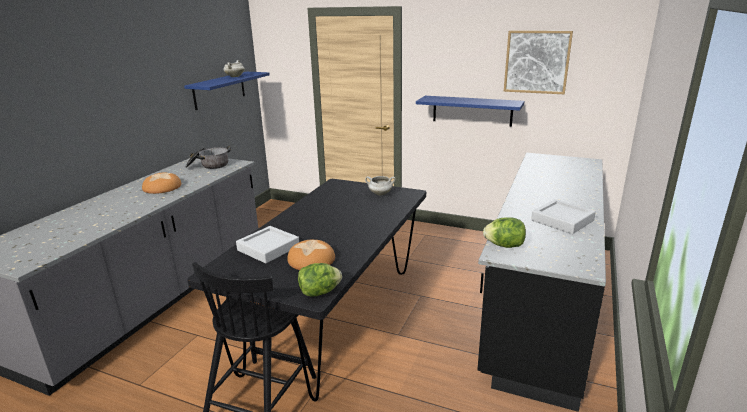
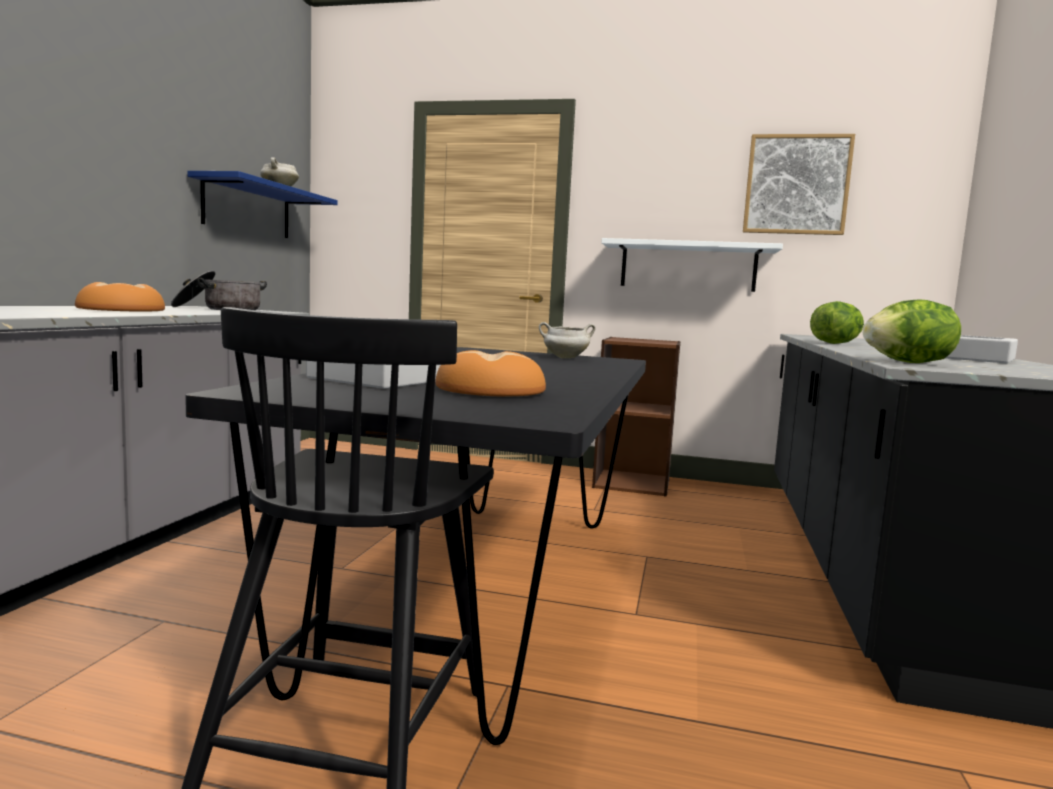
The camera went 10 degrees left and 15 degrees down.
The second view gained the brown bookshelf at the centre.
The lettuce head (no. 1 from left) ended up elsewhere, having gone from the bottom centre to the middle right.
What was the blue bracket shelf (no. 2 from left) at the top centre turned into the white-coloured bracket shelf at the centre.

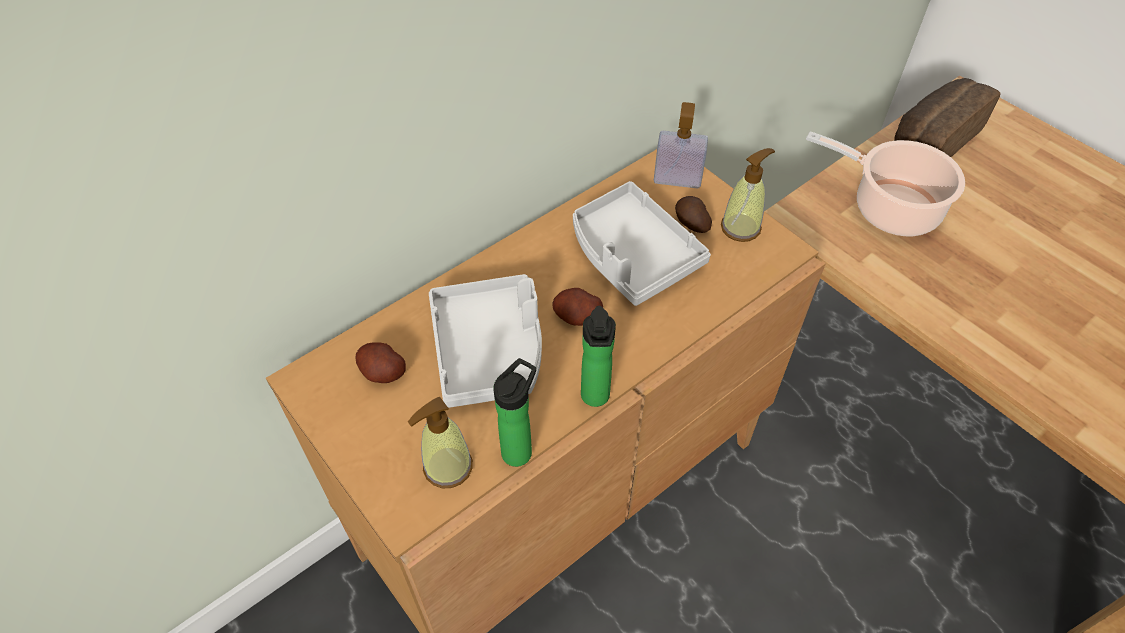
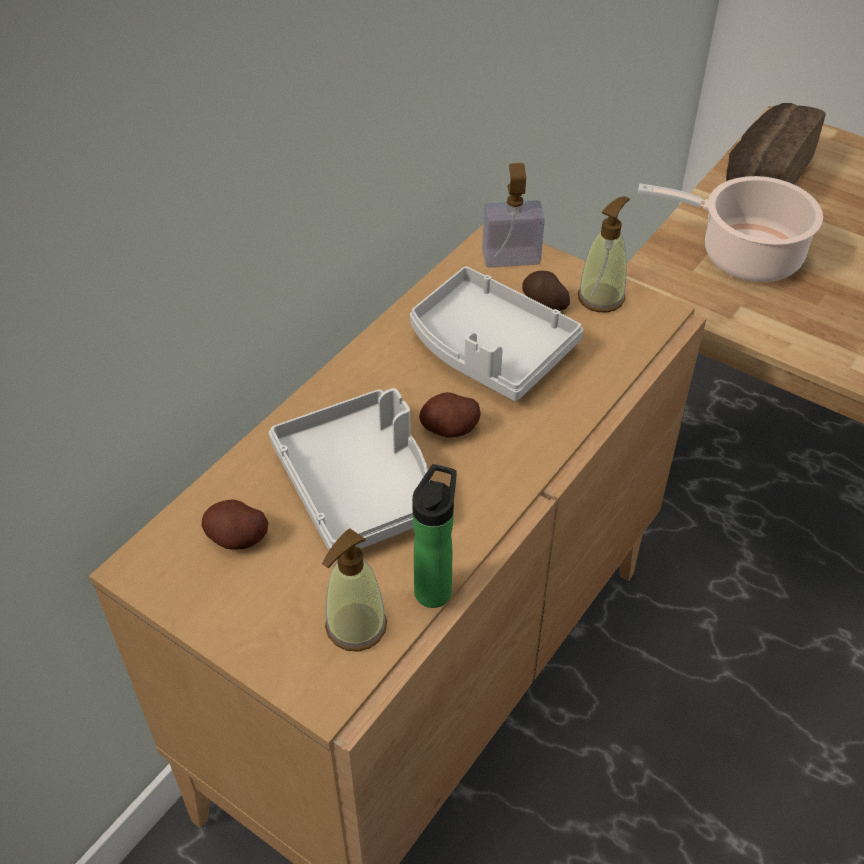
The camera went 15 degrees left and 5 degrees down.
The second view lost the drink bottle (no. 2 from left) at the centre.

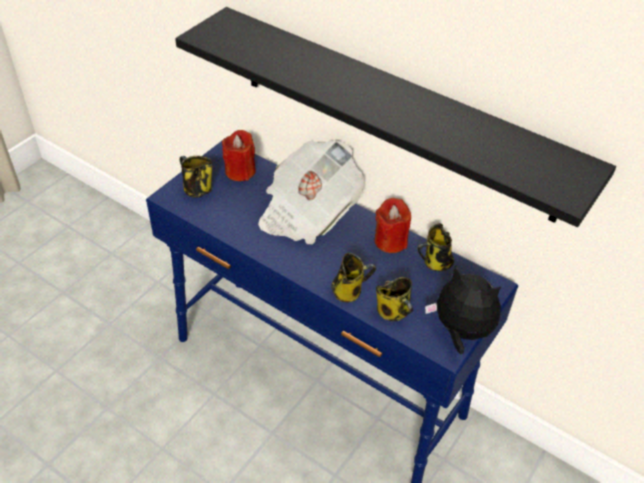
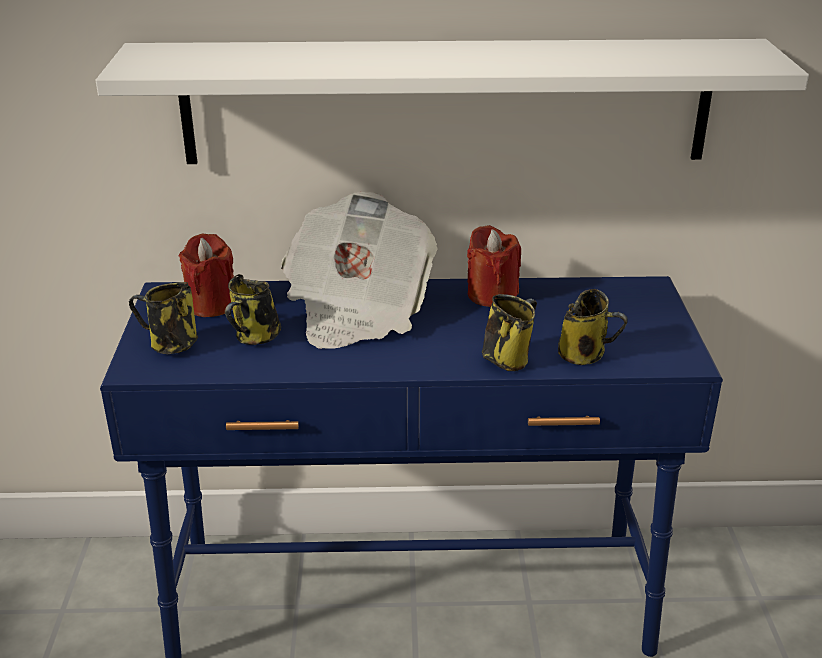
The camera went 35 degrees left and 15 degrees down.
The second view lost the plush toy at the middle right.
The coffee mug (no. 4 from left in the first image) ended up elsewhere, having gone from the middle right to the middle left.
What was the black-coloured bracket shelf at the top centre turned into the white-coloured bracket shelf at the top centre.

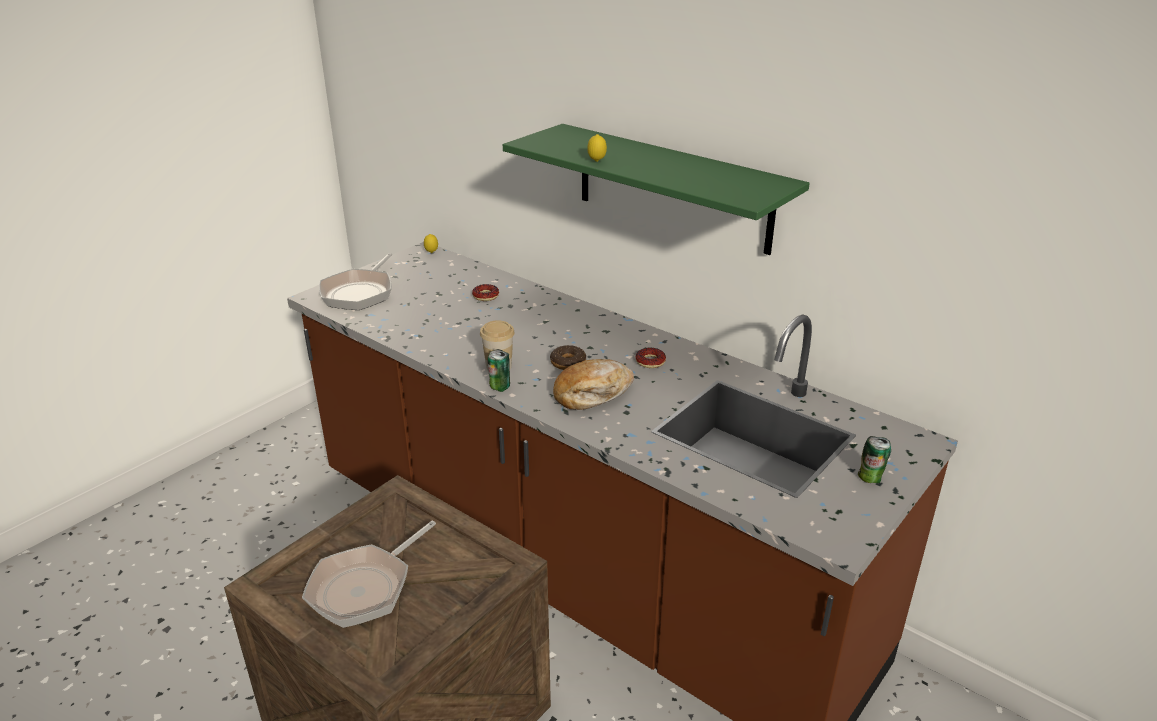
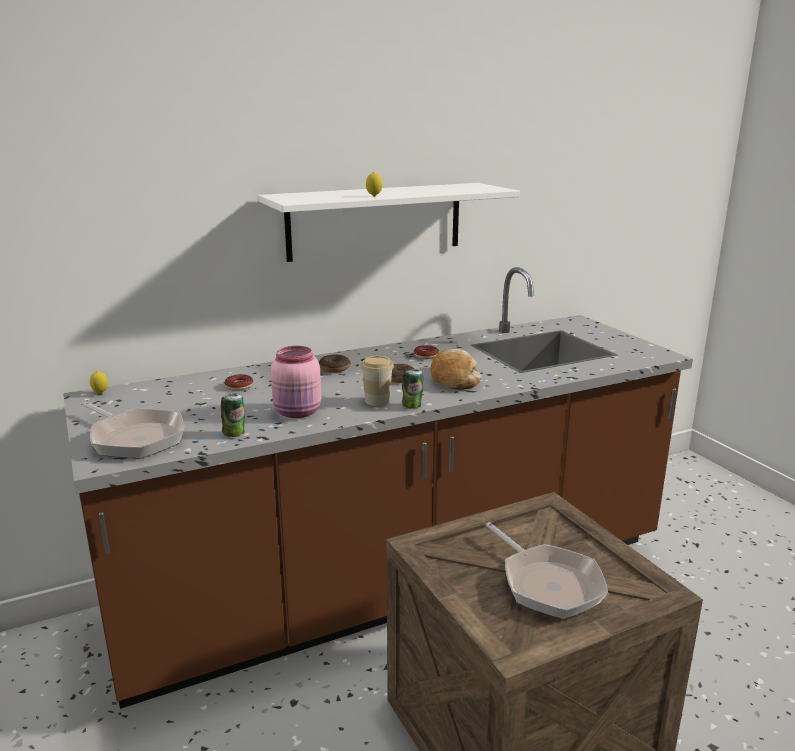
The camera went 65 degrees left and 10 degrees down.
The second view gained the pink storage jar at the centre.
The second view gained the ring doughnut (no. 2 from left) at the centre.
The sealed can (no. 2 from left in the first image) ended up elsewhere, having gone from the middle right to the middle left.
What was the green bracket shelf at the top centre turned into the white-coloured bracket shelf at the top centre.

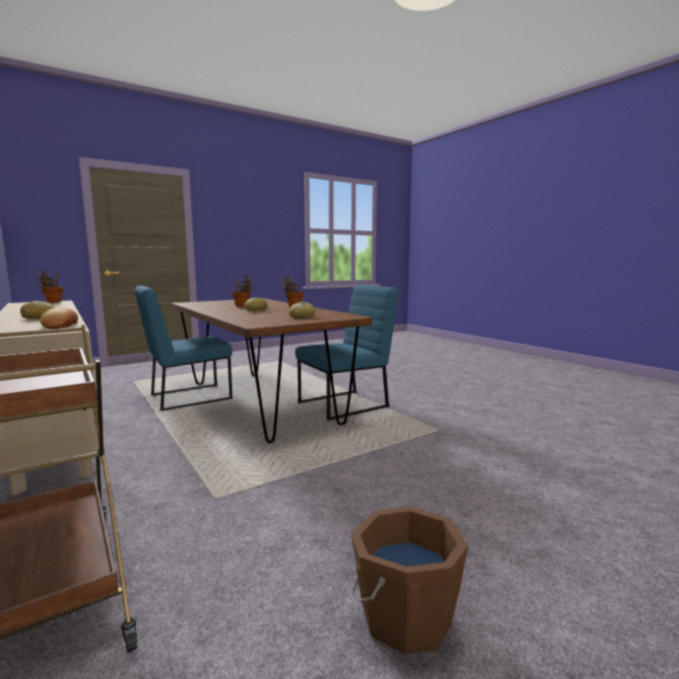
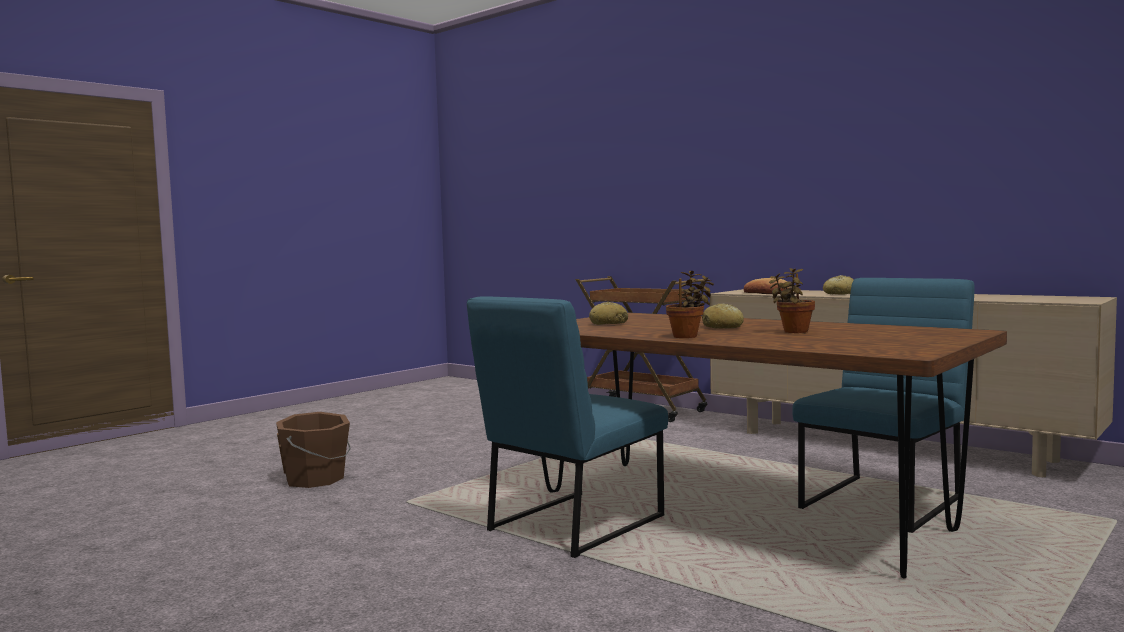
The camera went 165 degrees right and 5 degrees down.
The second view lost the houseplant (no. 1 from left) at the middle left.
The brown water bucket ended up elsewhere, having gone from the bottom centre to the bottom left.

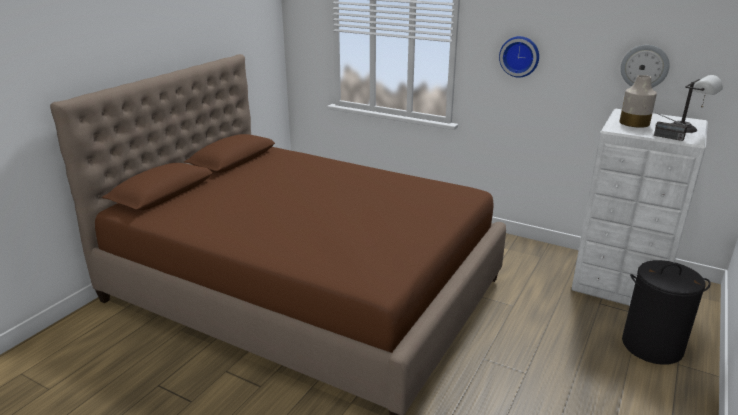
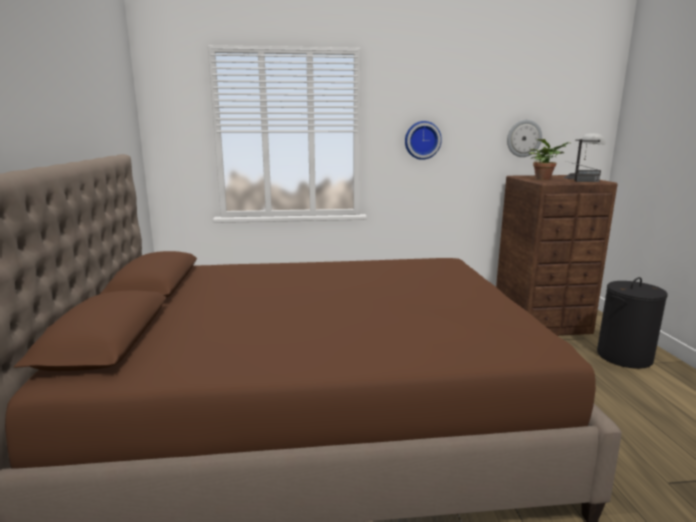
The camera went 35 degrees left and 10 degrees down.
Where the beige decorative vase stood at the top right, the houseplant came to stand at the top right.
What was the white-coloured dresser at the middle right turned into the brown dresser at the middle right.

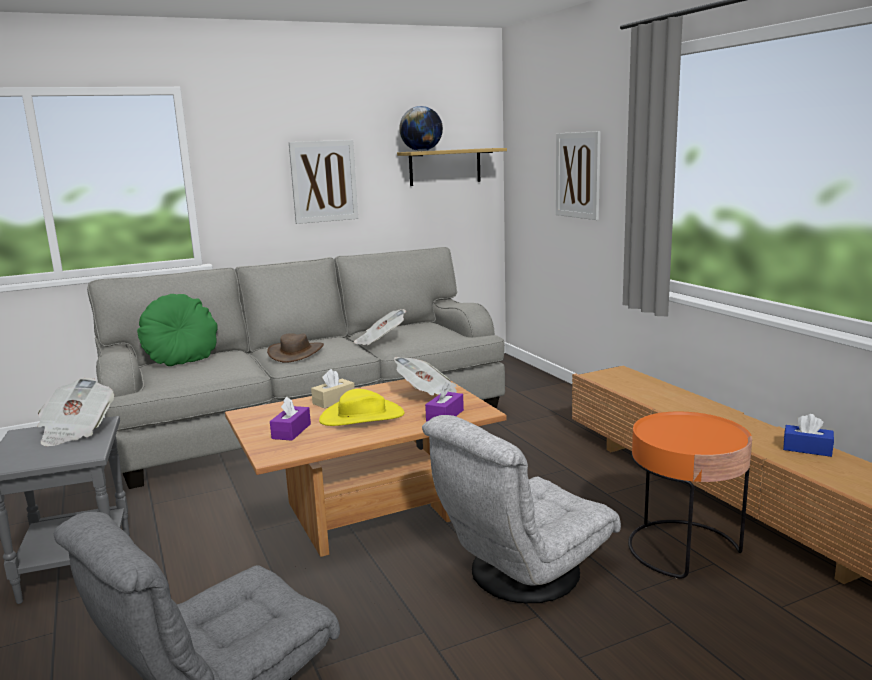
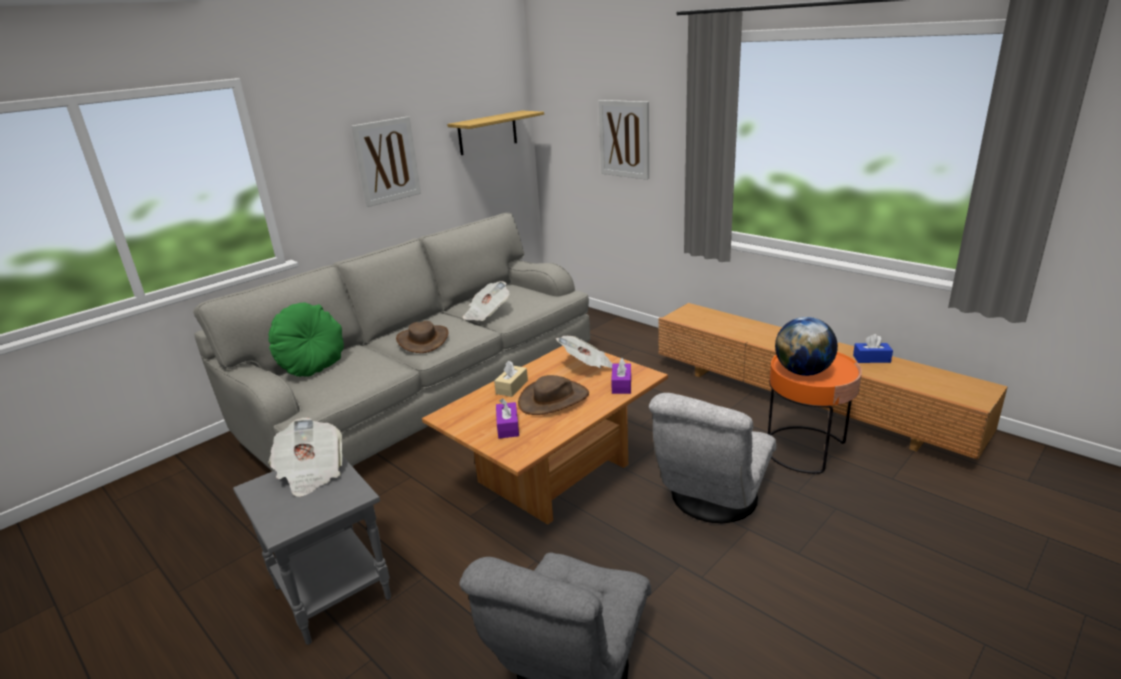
The camera went 20 degrees left and 10 degrees up.
The globe ended up elsewhere, having gone from the top centre to the middle right.
What was the yellow hat at the centre turned into the brown hat (no. 2 from left) at the centre.

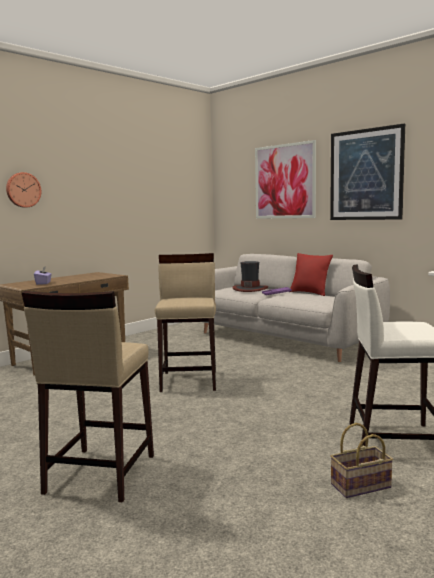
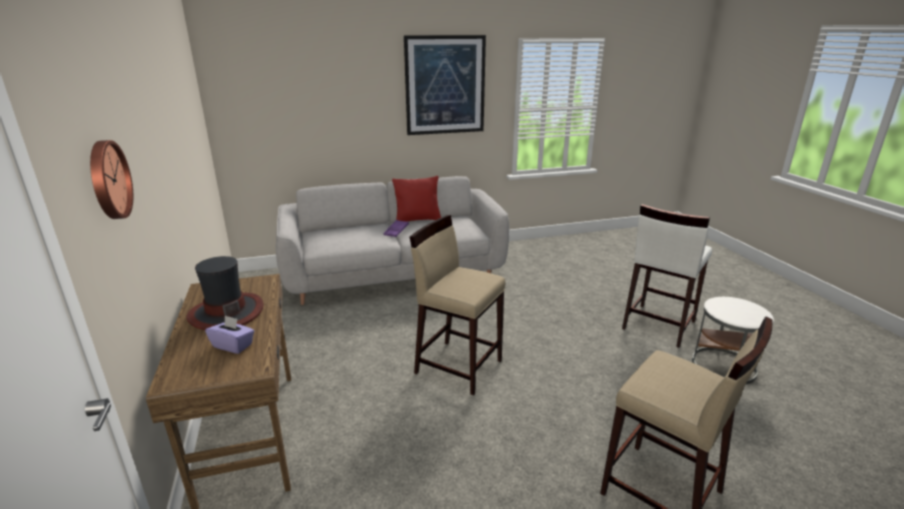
The camera went 60 degrees left and 15 degrees up.
The second view lost the wall picture (no. 1 from left) at the top centre.
The hat ended up elsewhere, having gone from the centre to the middle left.
Where the household basket stood at the bottom right, the white-coloured accent table came to stand at the bottom right.

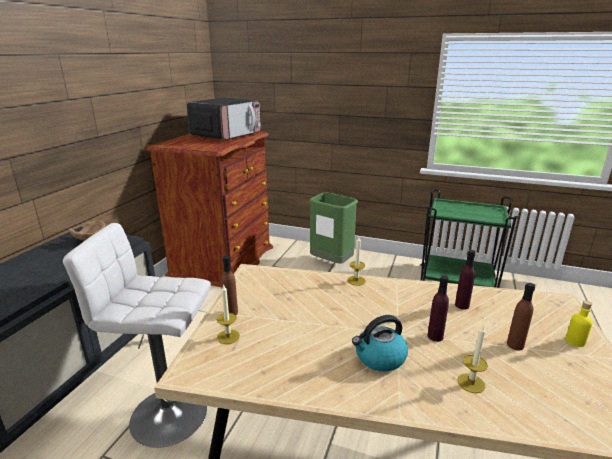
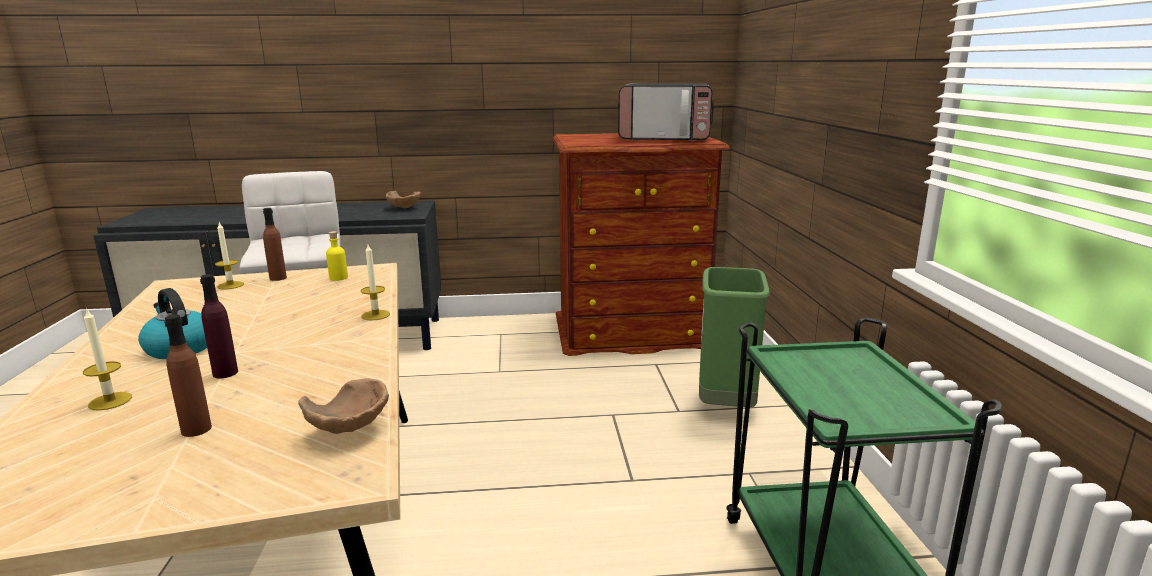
The camera went 65 degrees right and 5 degrees down.
The second view lost the purple drink bottle (no. 2 from left) at the middle right.
The second view gained the brown serving bowl (no. 1 from left) at the bottom left.
The yellow drink bottle ended up elsewhere, having gone from the bottom right to the middle left.

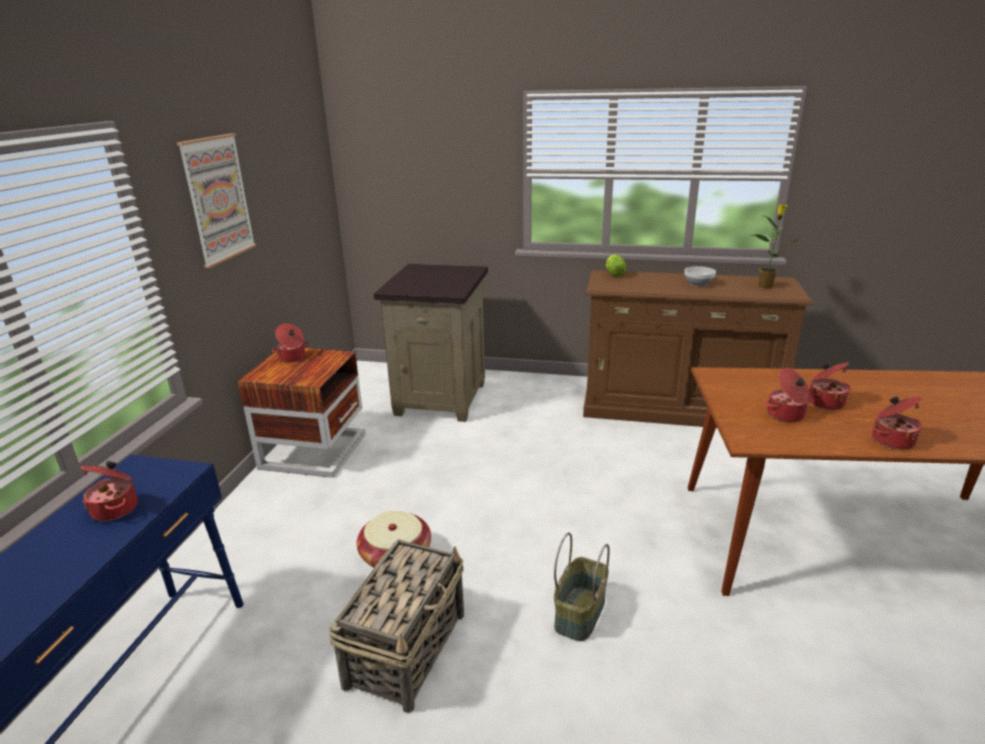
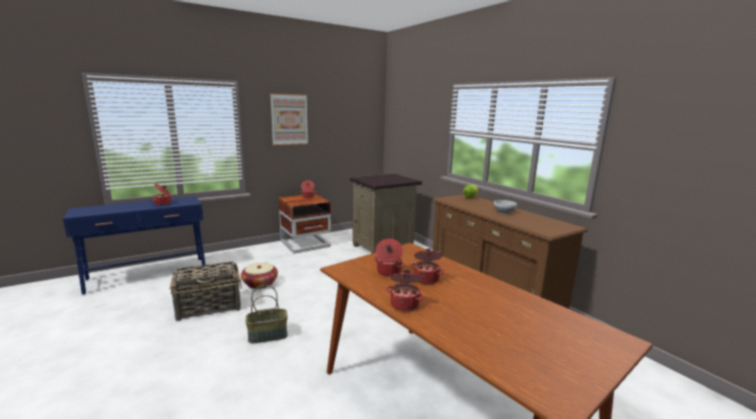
The camera went 45 degrees right and 10 degrees down.
The second view lost the houseplant at the top right.

